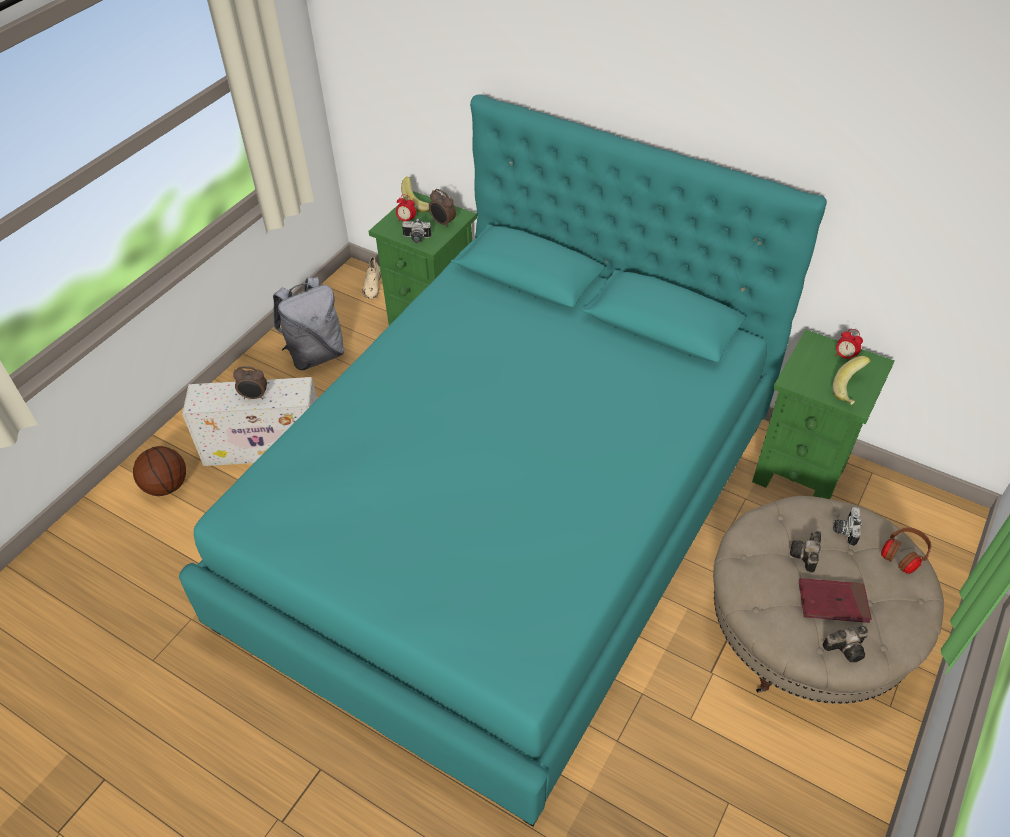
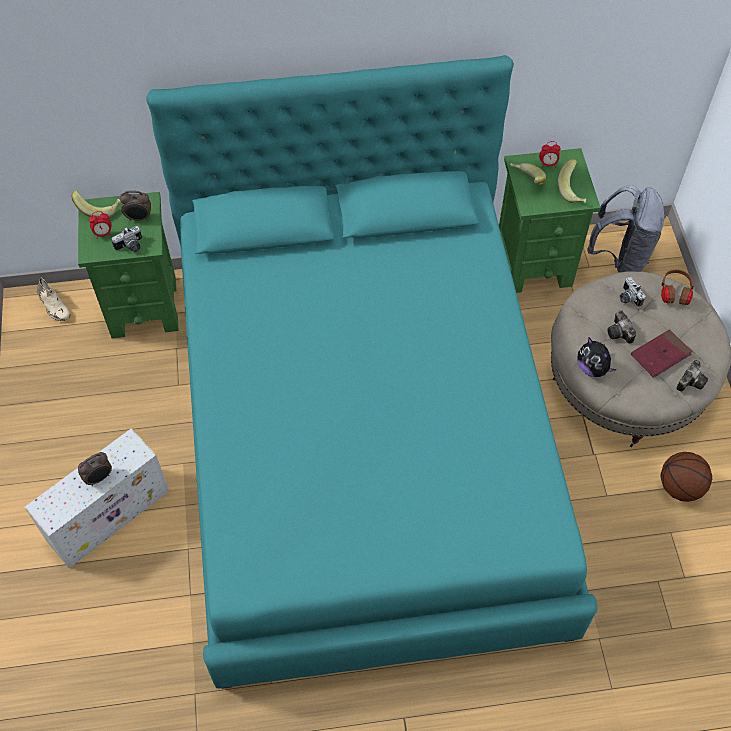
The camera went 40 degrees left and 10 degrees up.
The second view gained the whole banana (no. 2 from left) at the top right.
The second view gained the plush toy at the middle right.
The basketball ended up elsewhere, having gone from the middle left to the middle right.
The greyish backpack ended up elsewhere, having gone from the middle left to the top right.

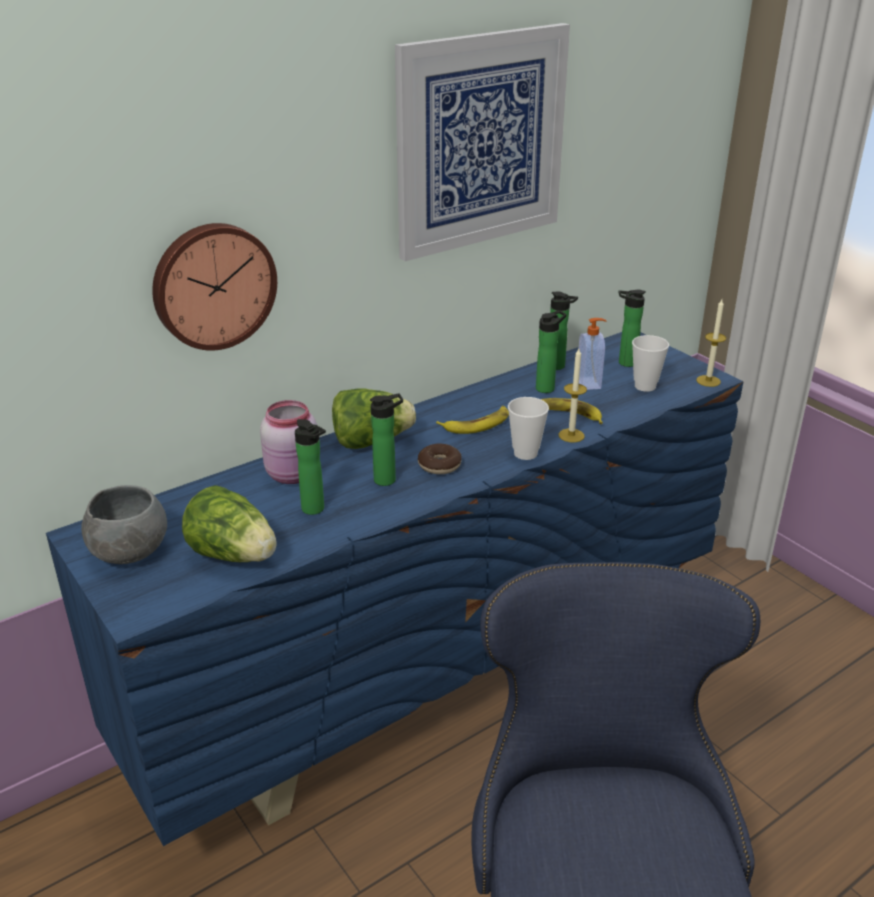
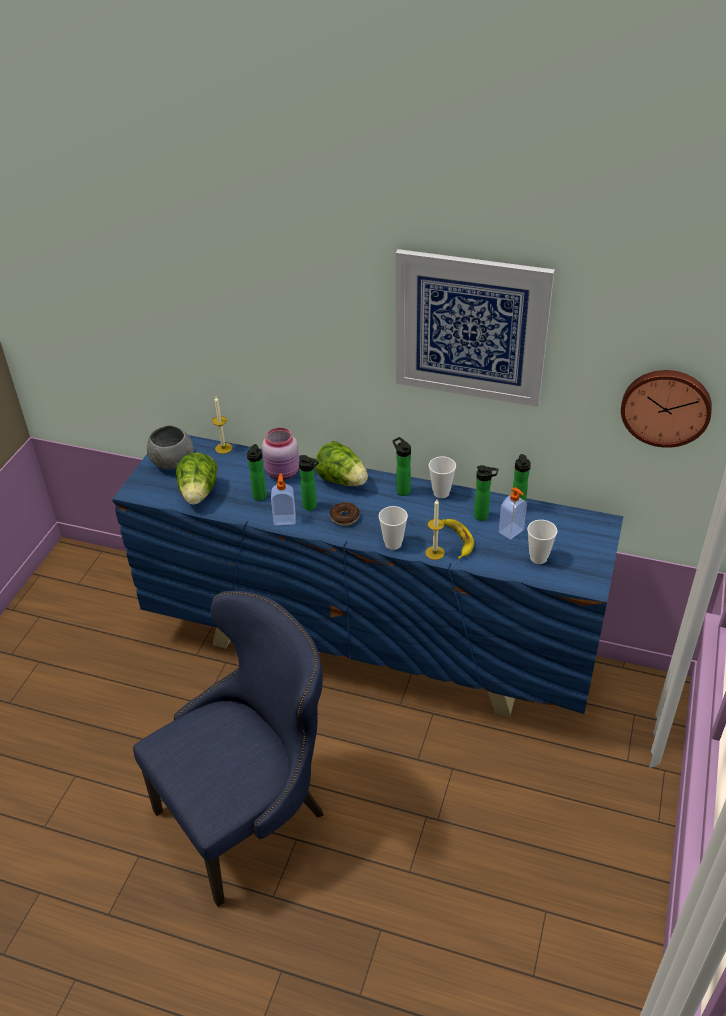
The camera went 55 degrees right and 10 degrees up.
The second view lost the whole banana (no. 1 from left) at the centre.
The second view gained the soap bottle (no. 1 from left) at the centre.
The second view gained the small cup (no. 2 from left) at the centre.
The wall clock ended up elsewhere, having gone from the top left to the middle right.
The drink bottle (no. 5 from left in the first image) ended up elsewhere, having gone from the middle right to the centre.
The wax candle (no. 2 from left in the first image) ended up elsewhere, having gone from the middle right to the middle left.

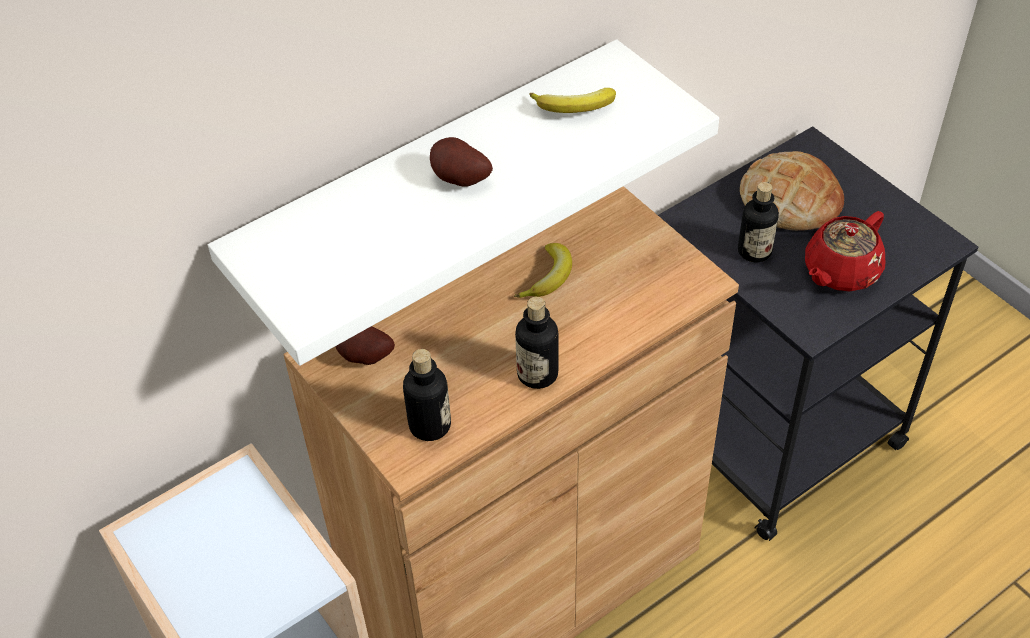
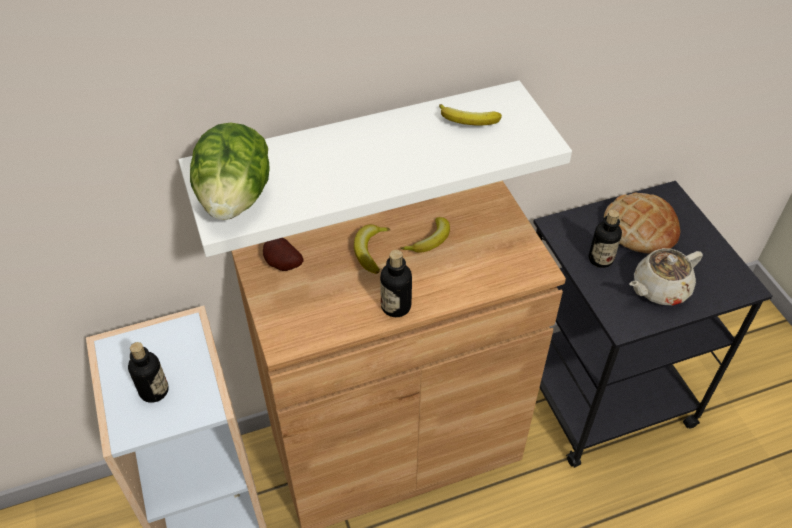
The camera went 15 degrees right and 0 degrees up.
The second view lost the spud (no. 2 from left) at the top centre.
The second view gained the lettuce head at the top left.
The second view gained the whole banana (no. 1 from left) at the centre.
The drink bottle (no. 1 from left) ended up elsewhere, having gone from the centre to the bottom left.
What was the red-coloured pot for tea at the middle right turned into the beige pot for tea at the middle right.

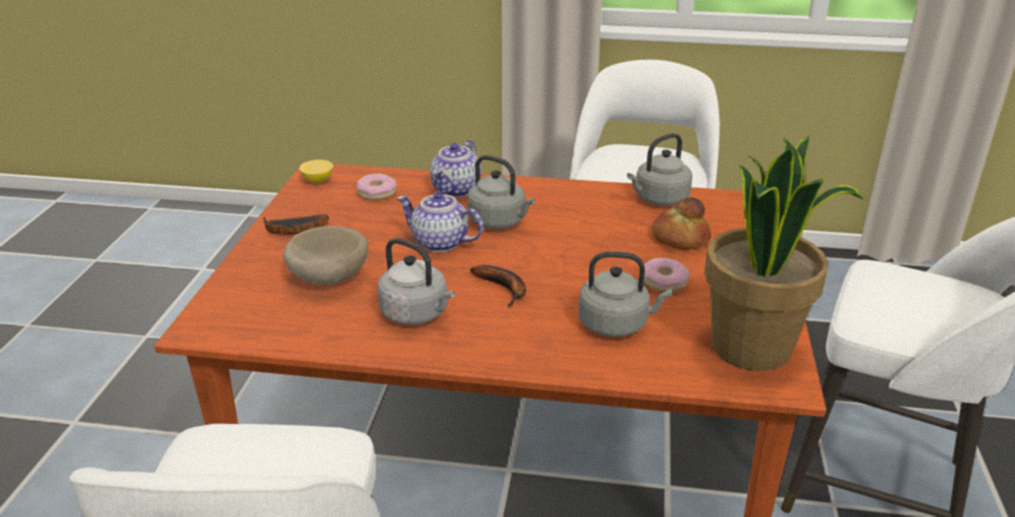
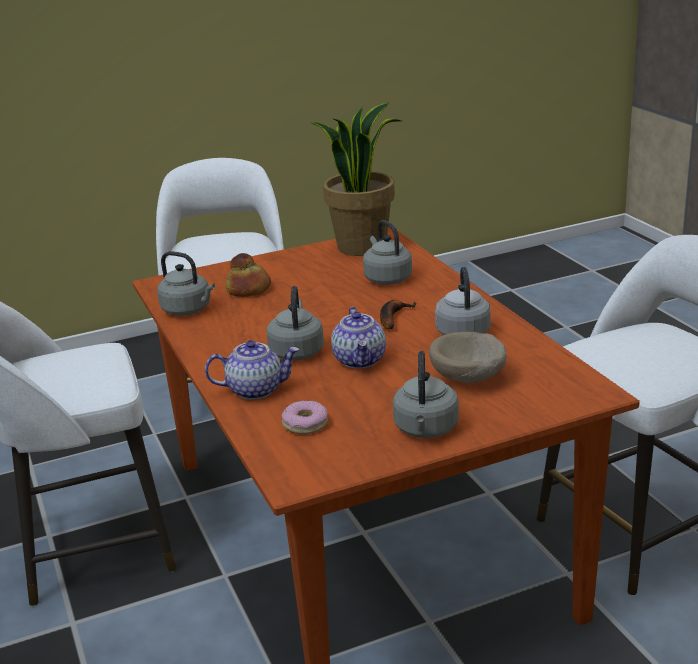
The camera went 120 degrees left and 5 degrees down.
The second view lost the lemon at the top left.
The second view lost the ring doughnut (no. 2 from left) at the centre.
Where the whole banana (no. 1 from left) stood at the middle left, the greyish tea kettle (no. 4 from left) came to stand at the centre.

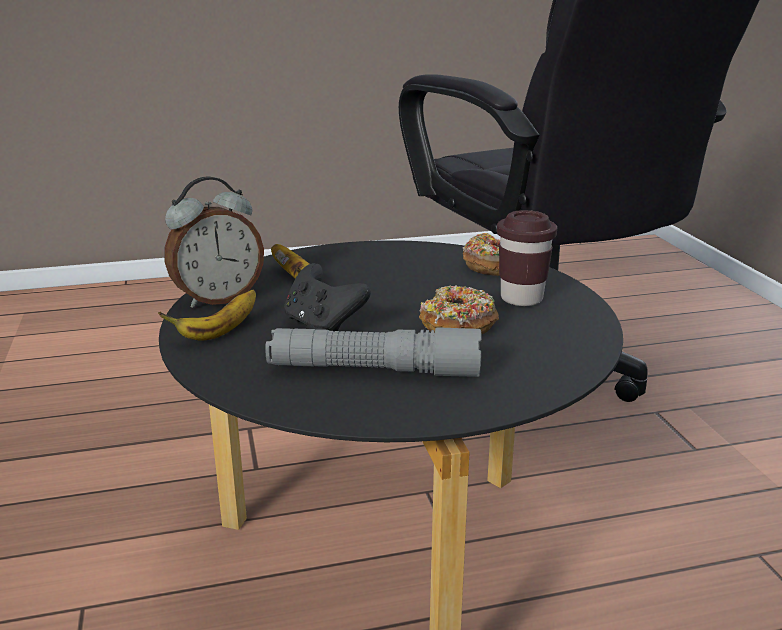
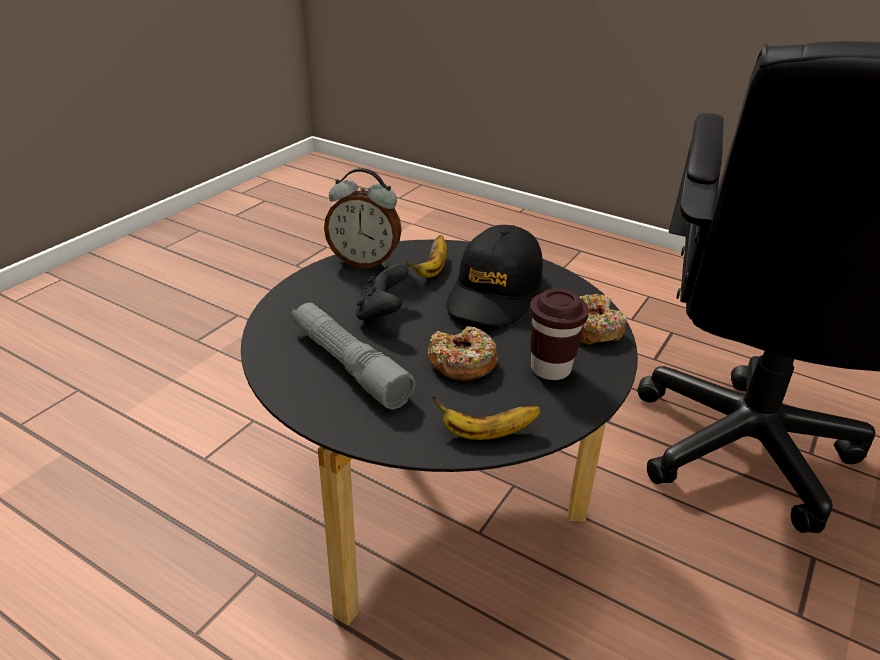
The camera went 45 degrees right and 10 degrees up.
The second view gained the black-coloured cap at the centre.
The whole banana (no. 1 from left in the first image) ended up elsewhere, having gone from the middle left to the centre.

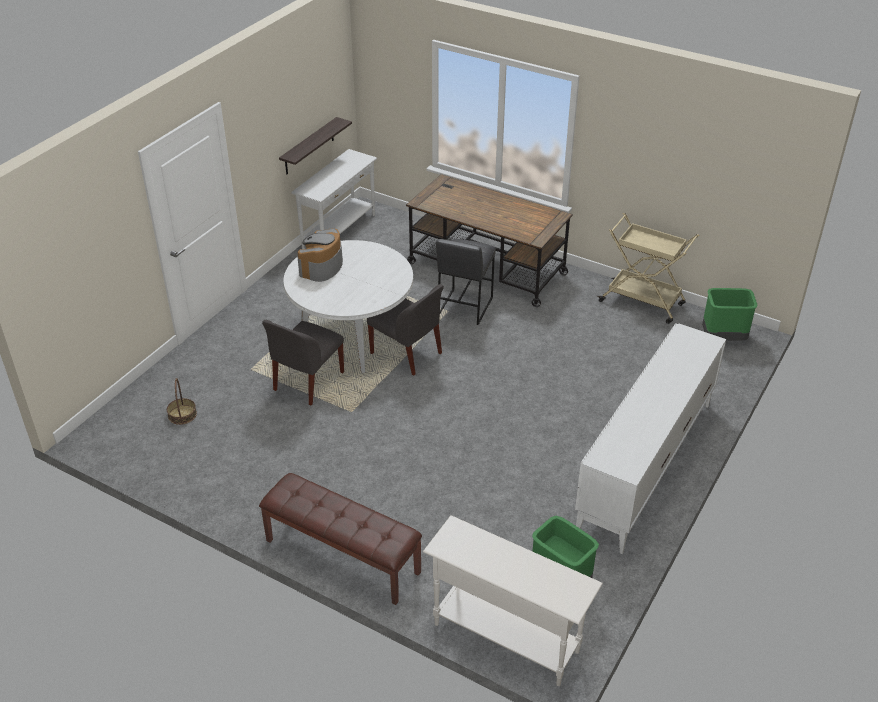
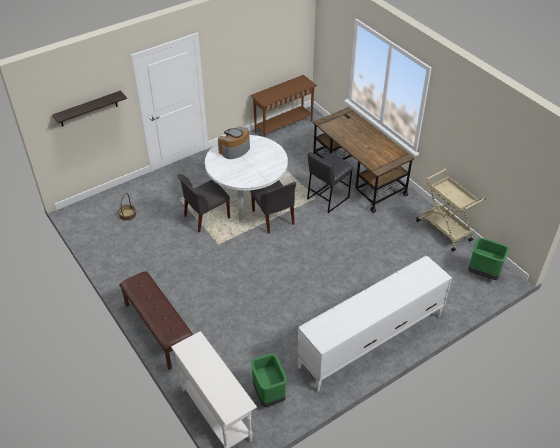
The camera went 25 degrees right and 5 degrees up.
The bracket shelf ended up elsewhere, having gone from the top centre to the top left.
What was the white-coloured hall table (no. 1 from left) at the top centre turned into the brown hall table at the top centre.

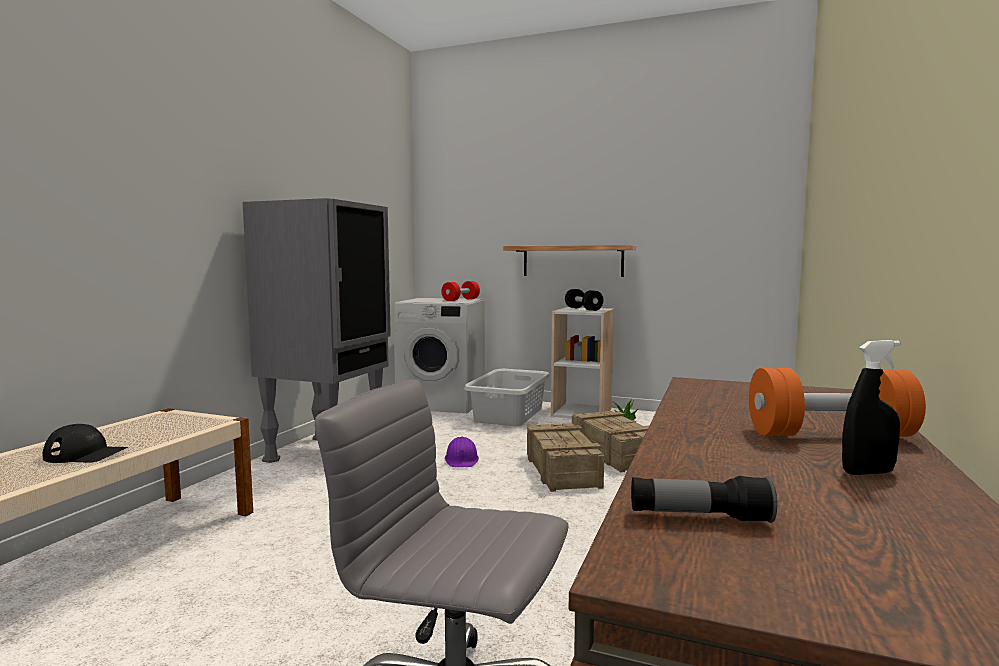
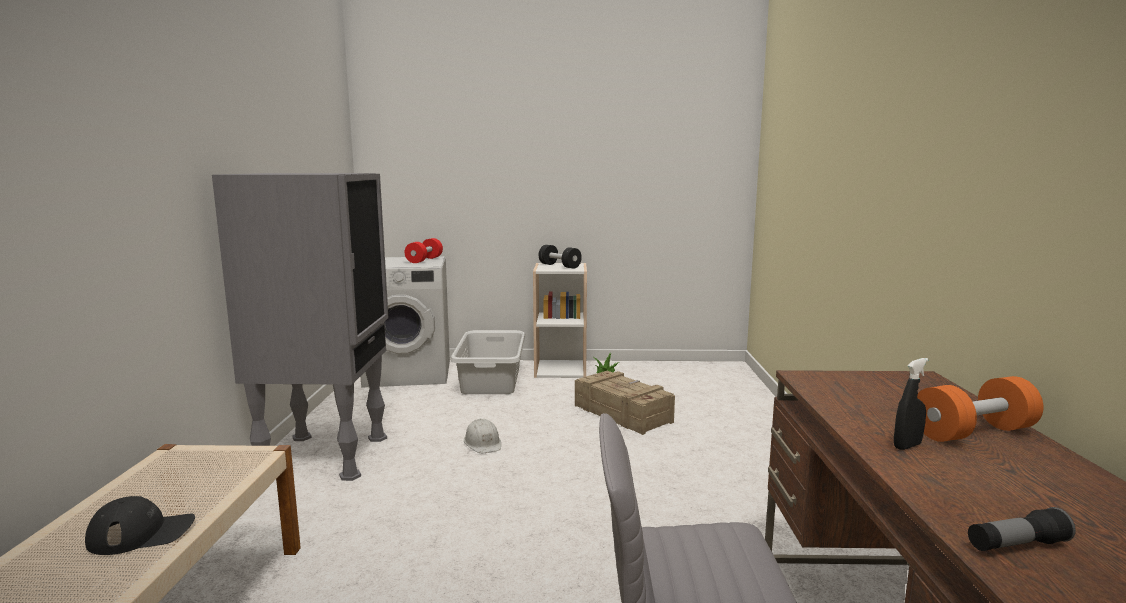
The camera went 20 degrees left and 5 degrees up.
The second view lost the bracket shelf at the centre.
The second view lost the packing crate (no. 1 from left) at the bottom centre.
The black-coloured spray bottle ended up elsewhere, having gone from the middle right to the bottom right.
What was the purple safety helmet at the bottom centre turned into the white-coloured safety helmet at the bottom centre.

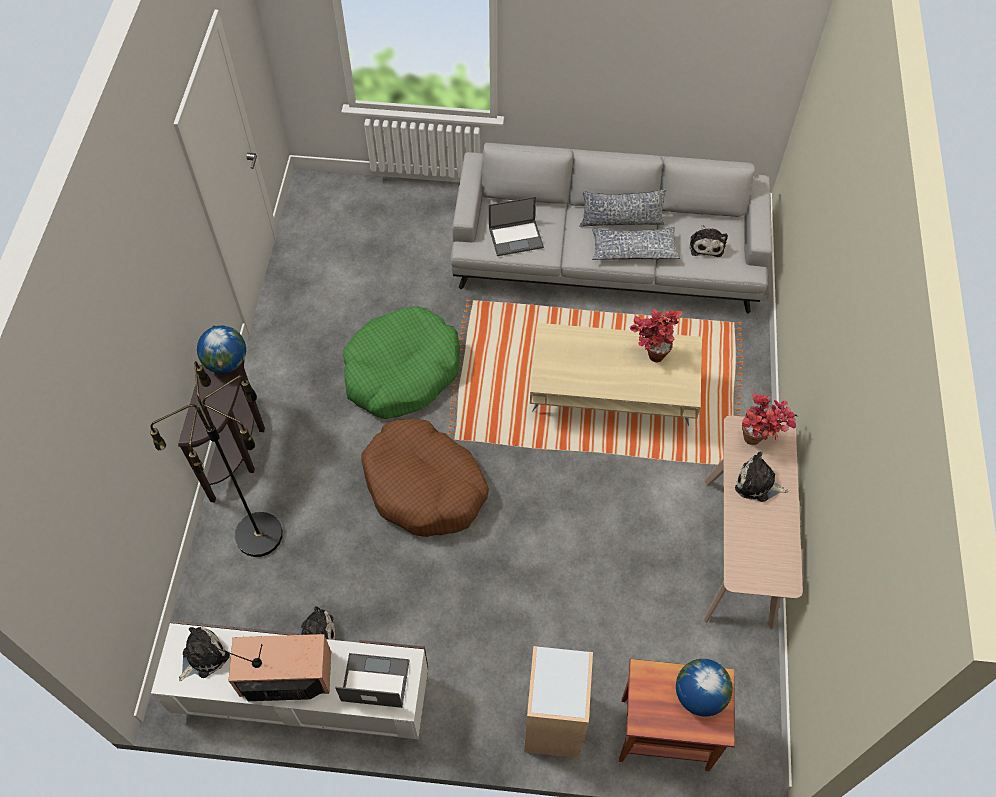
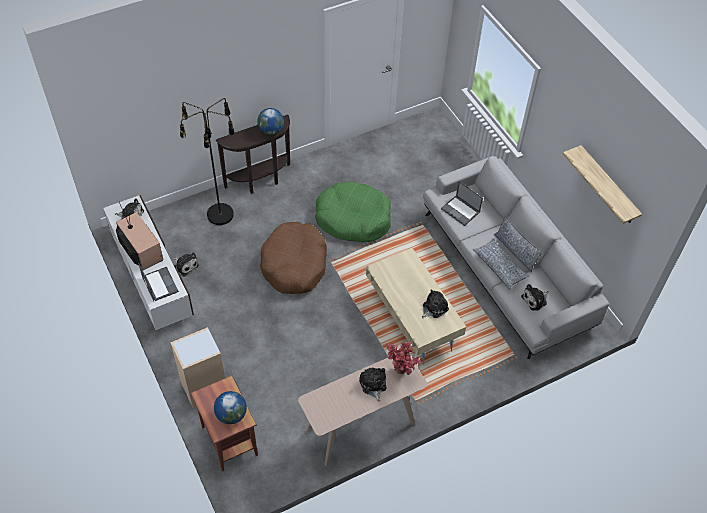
The camera went 55 degrees right and 5 degrees down.
The second view gained the bracket shelf at the middle right.
Where the houseplant (no. 1 from left) stood at the centre, the plush toy (no. 4 from left) came to stand at the centre.

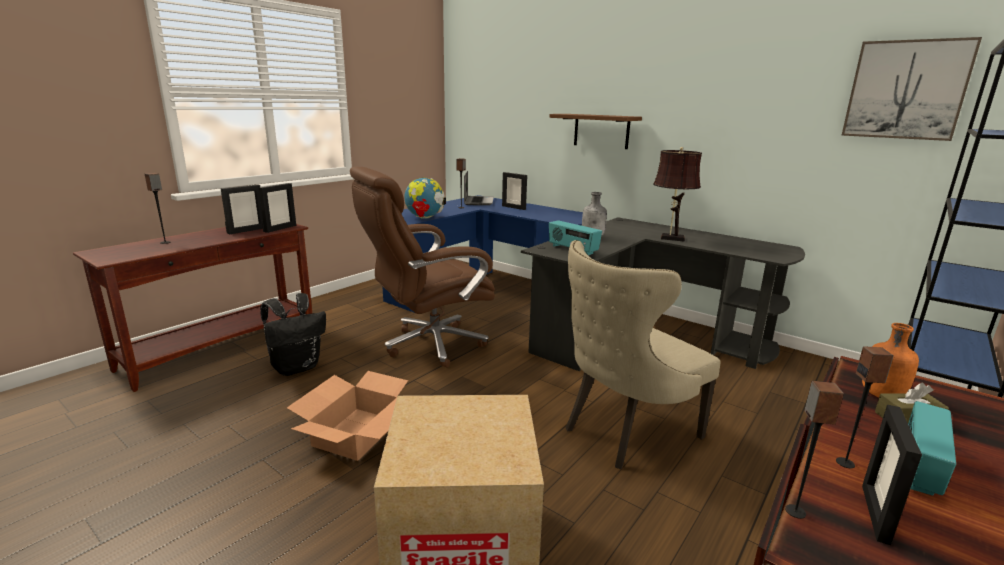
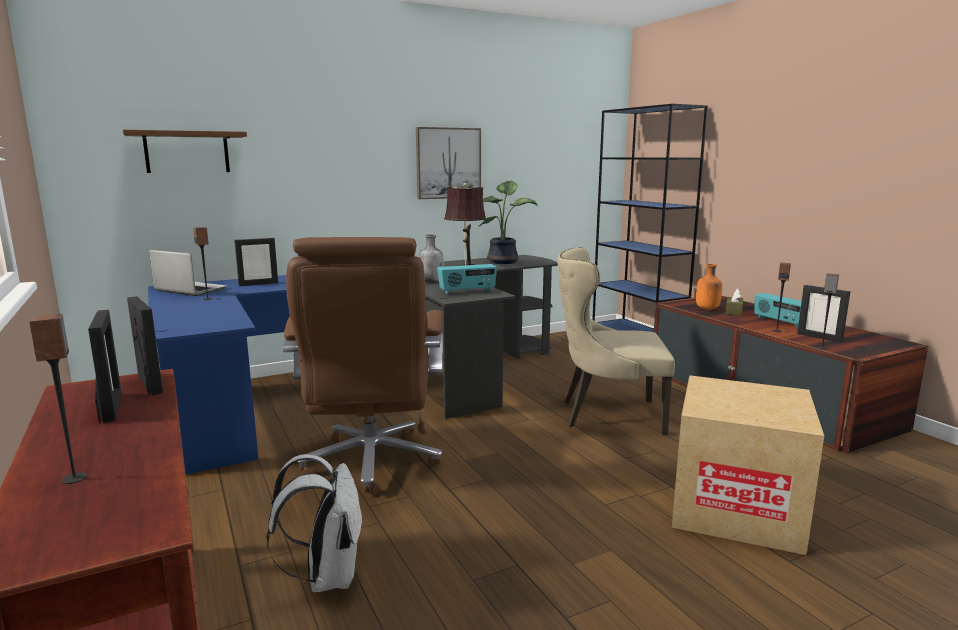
The camera went 65 degrees left and 5 degrees down.
The second view lost the packing box (no. 1 from left) at the bottom centre.
The second view lost the globe at the centre.
The second view gained the houseplant at the centre.
The brown bracket shelf ended up elsewhere, having gone from the top centre to the top left.
The wall picture ended up elsewhere, having gone from the top right to the top centre.
What was the black-coloured backpack at the middle left turned into the white-coloured backpack at the bottom left.
The beige chair at the centre ended up facing another way, 105 degrees clockwise from before.

